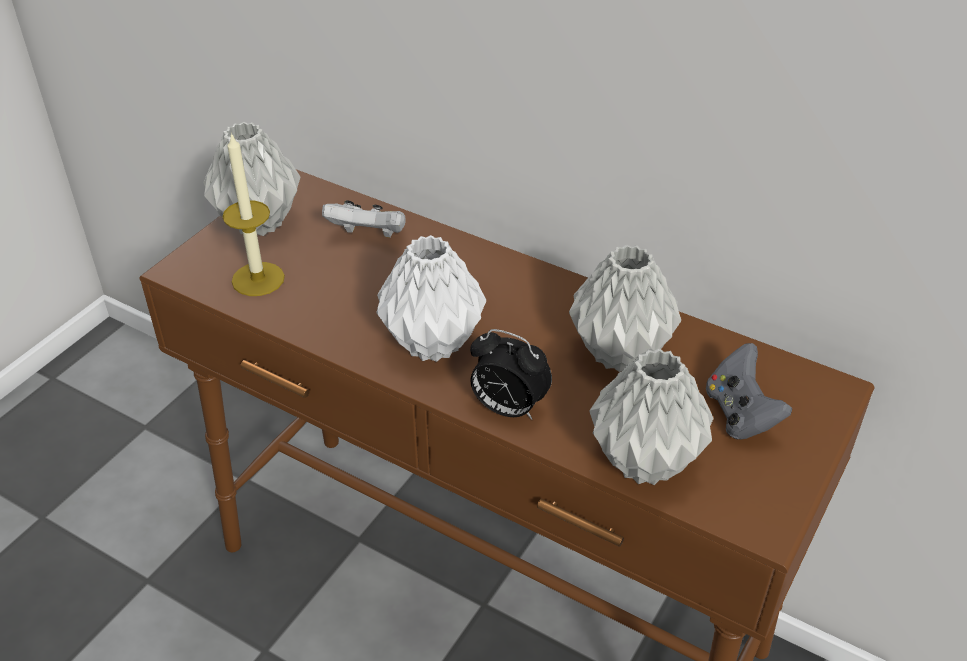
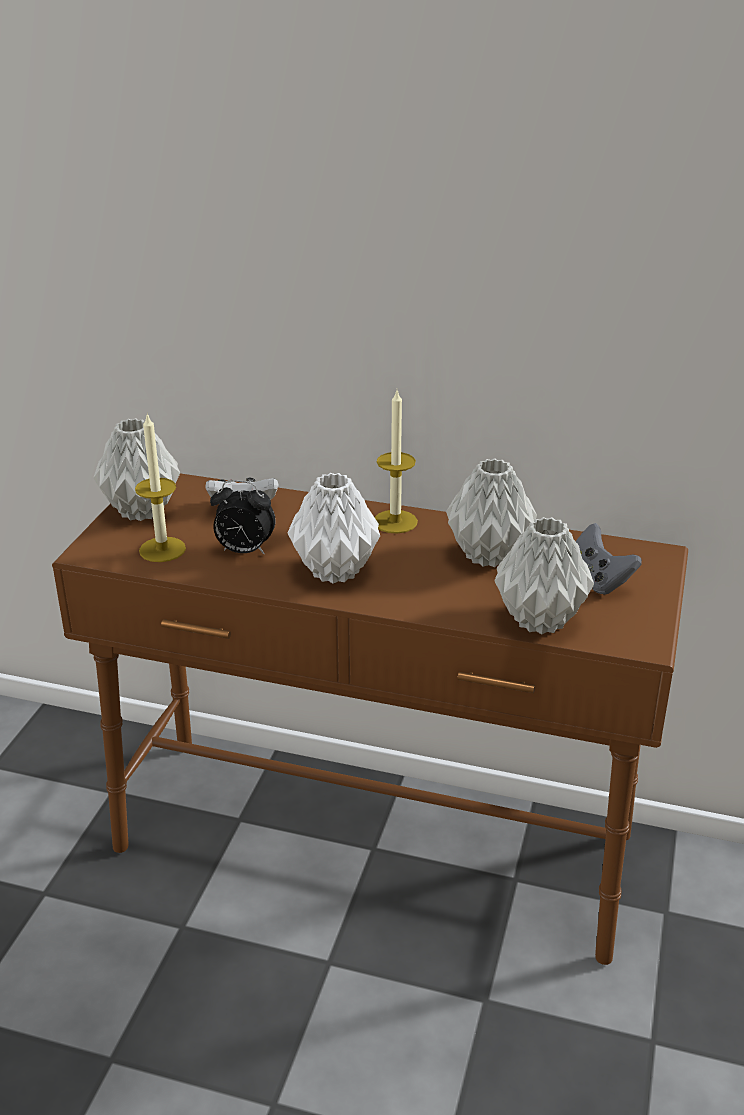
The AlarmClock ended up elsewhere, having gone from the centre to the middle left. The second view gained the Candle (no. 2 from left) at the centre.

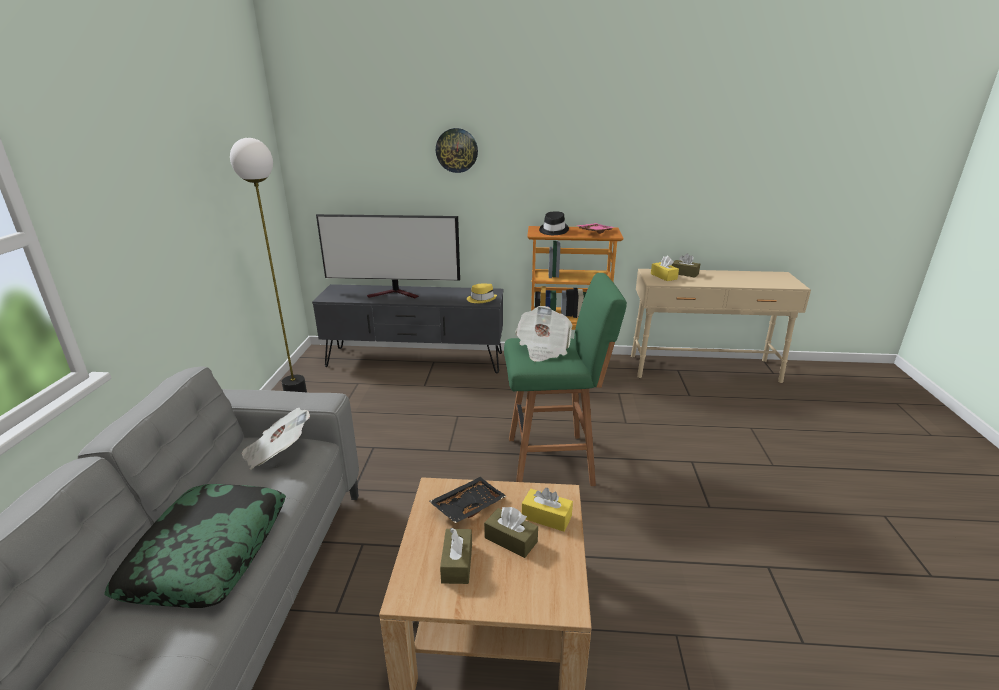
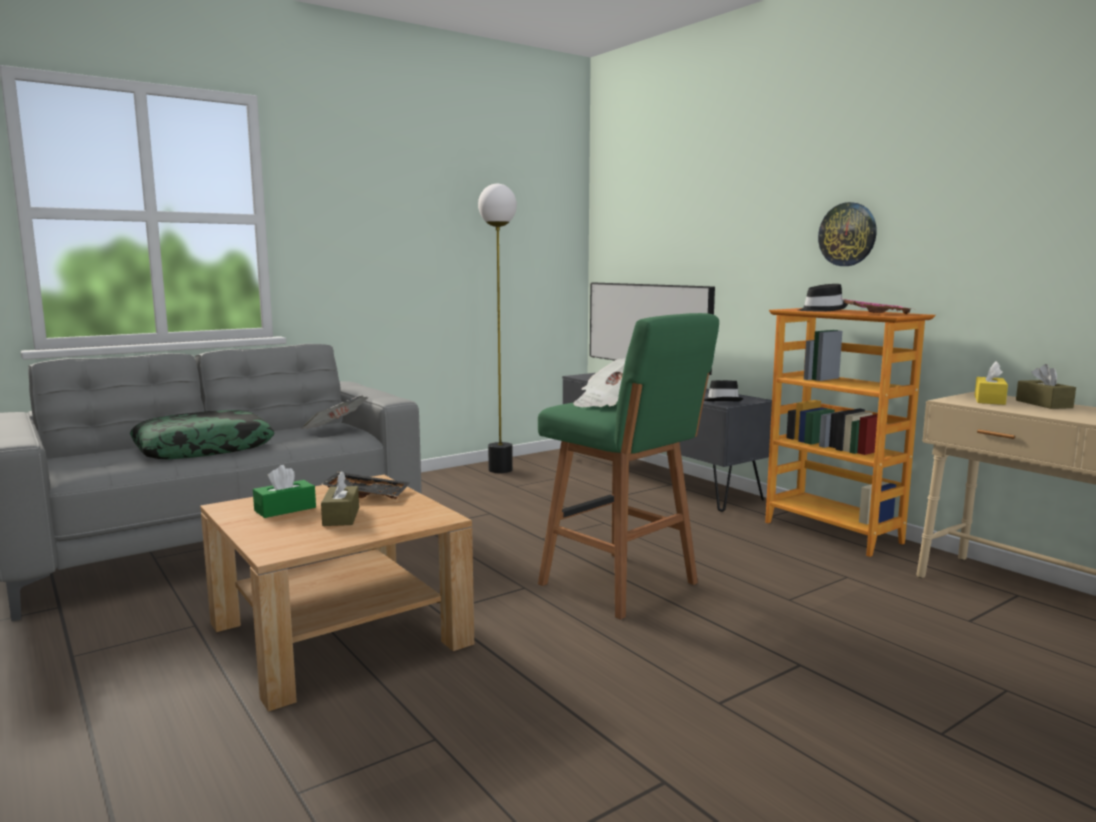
The WallClock ended up elsewhere, having gone from the top centre to the top right. What was the YellowHat at the centre turned into the BlackHat (no. 1 from left) at the centre. The second view lost the YellowTissueBox (no. 1 from left) at the bottom centre. What was the BrownTissueBox (no. 1 from left) at the bottom centre turned into the GreenTissueBox at the middle left.

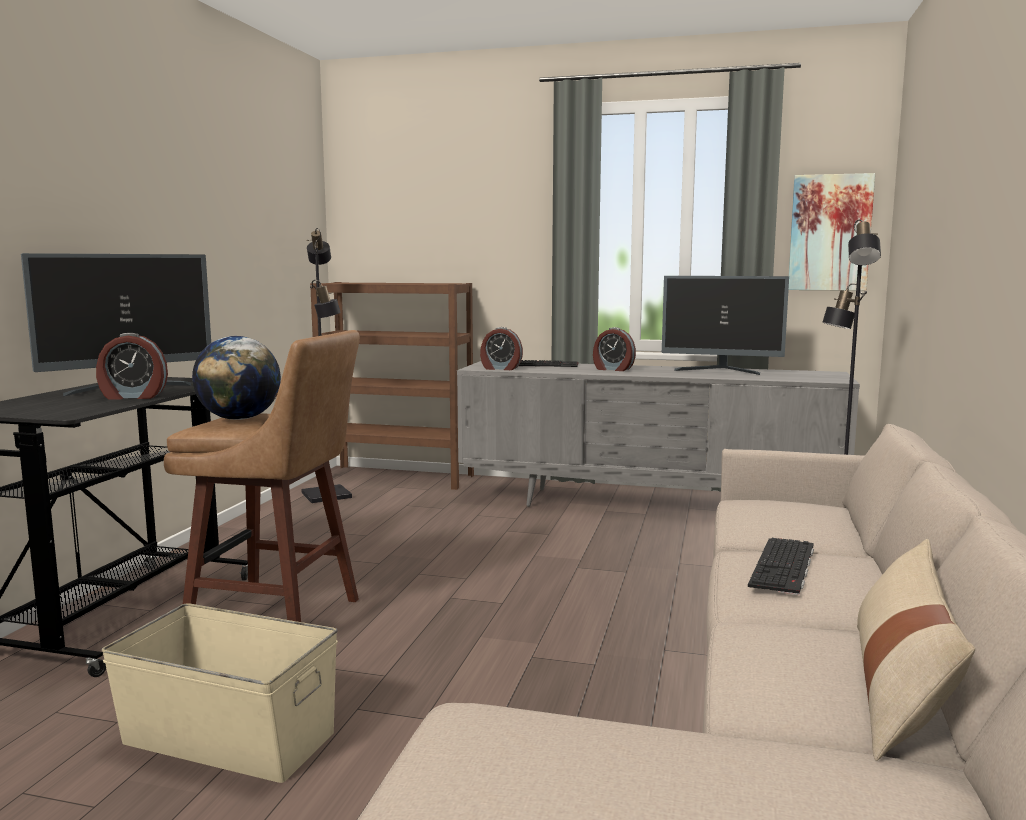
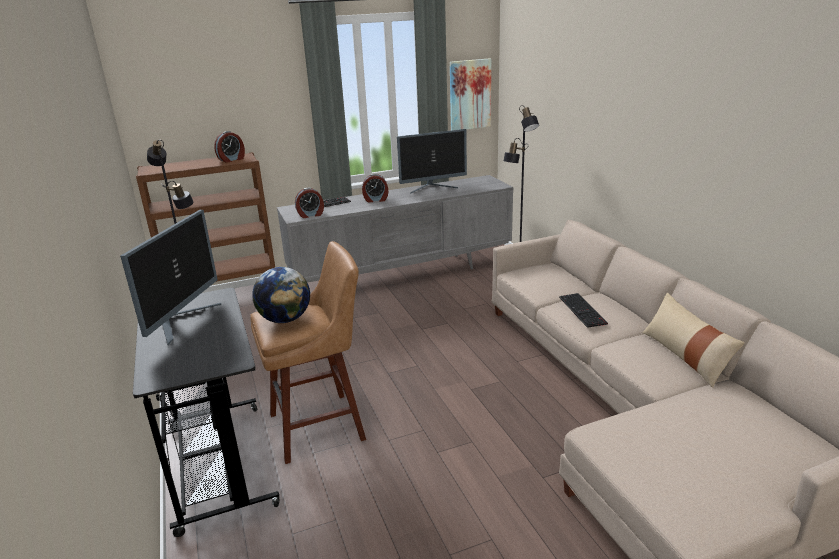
The AlarmClock (no. 1 from left) ended up elsewhere, having gone from the middle left to the top left. The second view lost the BeigeStorageBox at the bottom left.

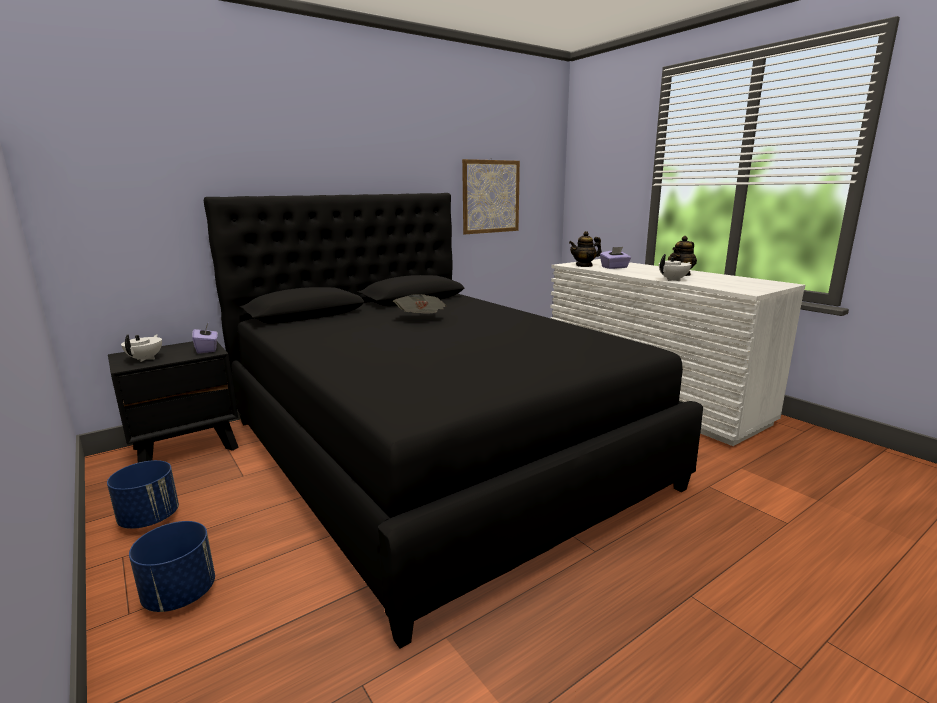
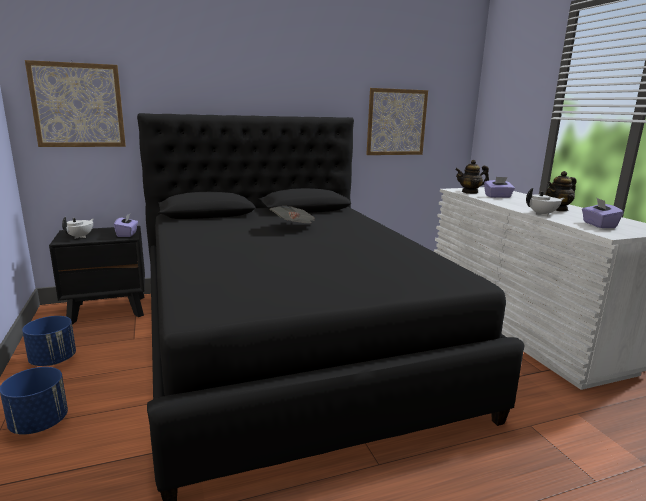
The second view gained the Picture (no. 1 from left) at the top left. The second view gained the PurpleTissueBox (no. 3 from left) at the middle right.

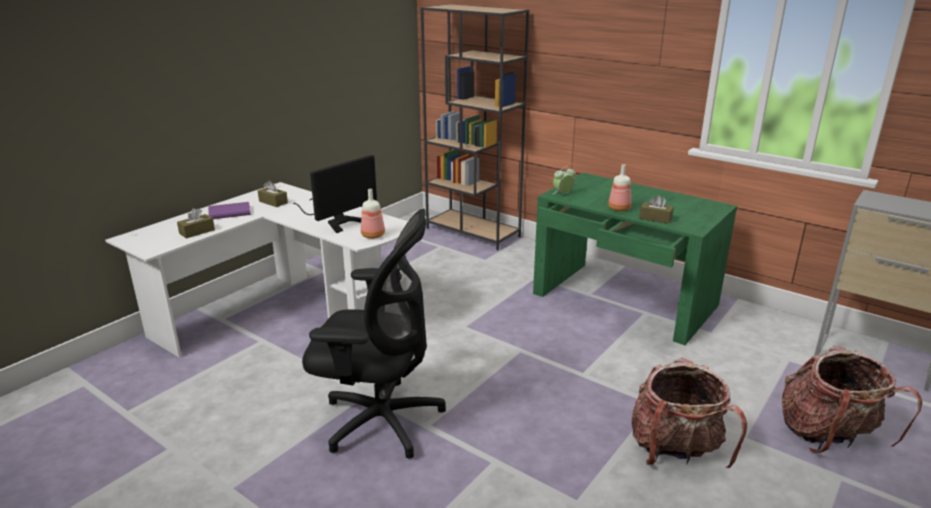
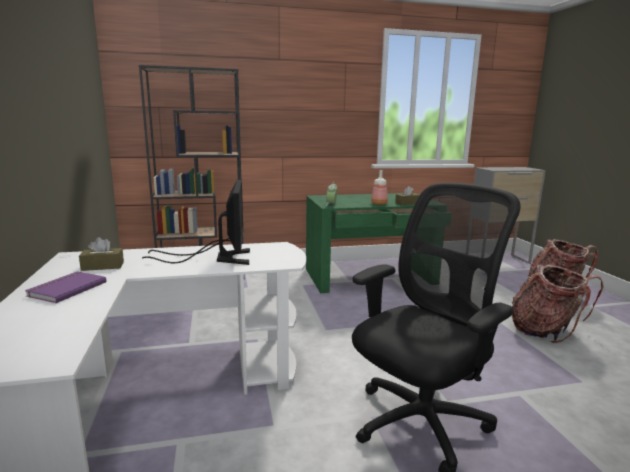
The second view lost the Bottle (no. 1 from left) at the centre. The second view lost the BrownTissueBox (no. 1 from left) at the middle left.

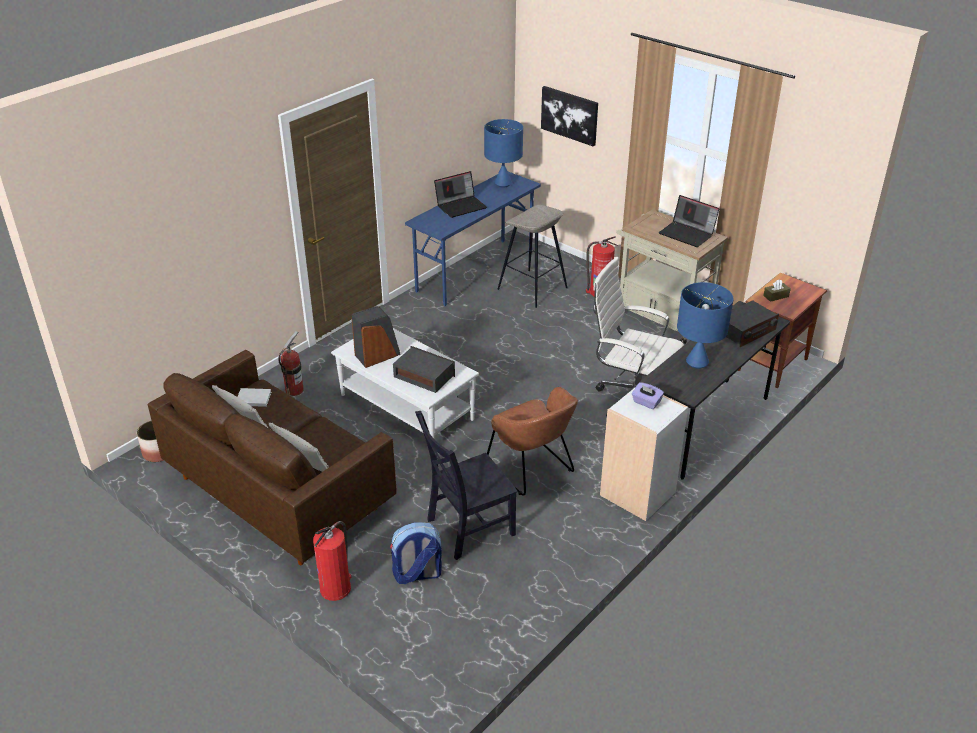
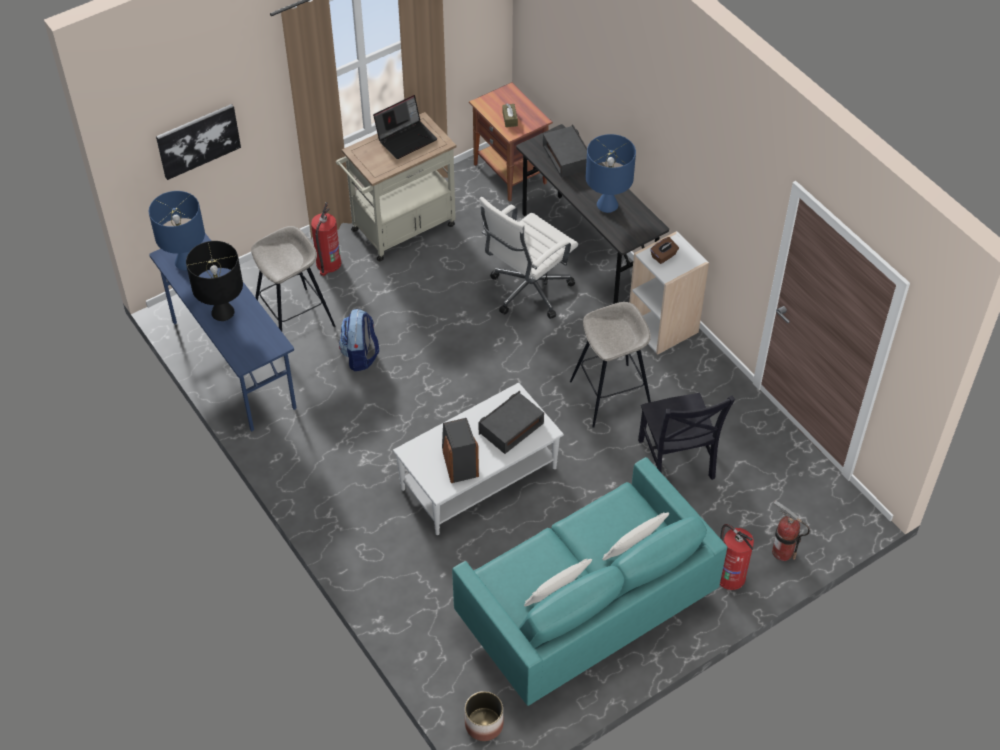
Where the Laptop (no. 1 from left) stood at the top centre, the BlackTableLamp came to stand at the middle left. The FireExtinguisher (no. 1 from left in the first image) ended up elsewhere, having gone from the middle left to the bottom right. What was the BrownSofa at the middle left turned into the TurquoiseSofa at the bottom centre. What was the PurpleTissueBox at the centre turned into the BrownTissueBox (no. 2 from left) at the centre. Where the BrownArmchair stood at the centre, the GreyStool (no. 2 from left) came to stand at the centre. The second view lost the WhiteBook at the middle left. The Backpack ended up elsewhere, having gone from the bottom centre to the centre.

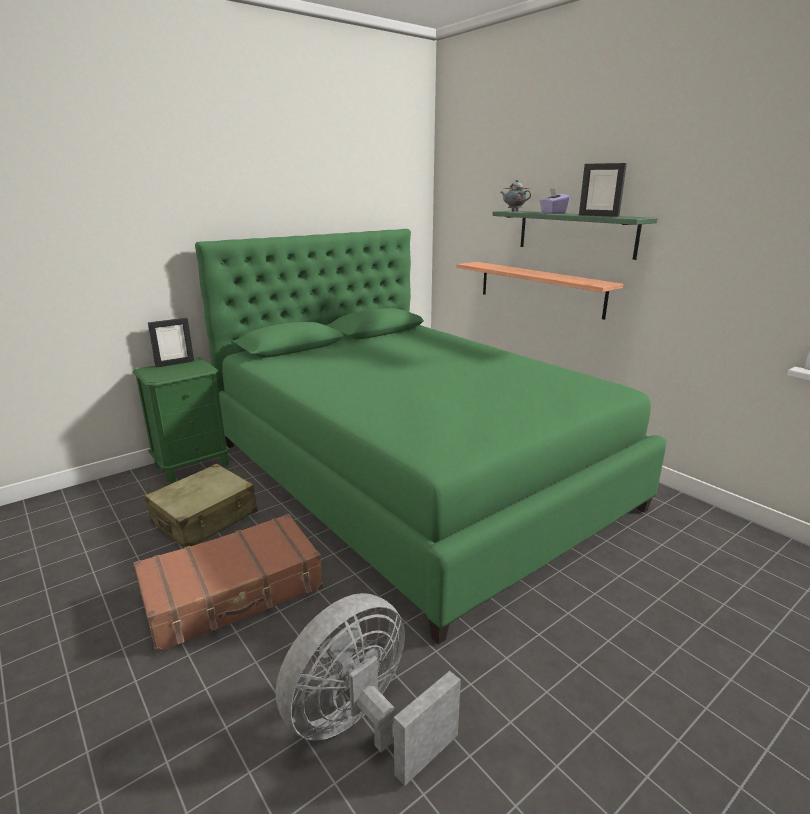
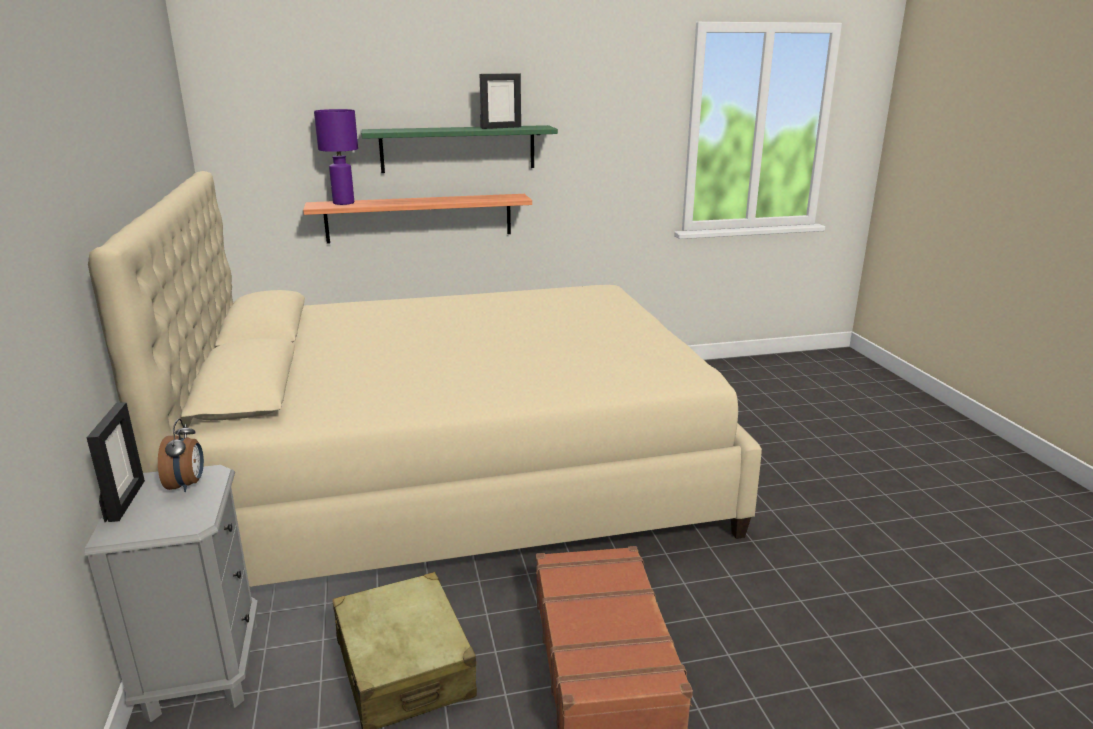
The second view lost the Teapot at the top centre. The second view lost the PurpleTissueBox at the top right. What was the GreenBed at the centre turned into the BeigeBed at the centre. What was the GreenNightstand at the middle left turned into the GreyNightstand at the bottom left. The second view lost the GreyFan at the bottom centre. The second view gained the PurpleTableLamp at the top left. The second view gained the AlarmClock at the middle left.

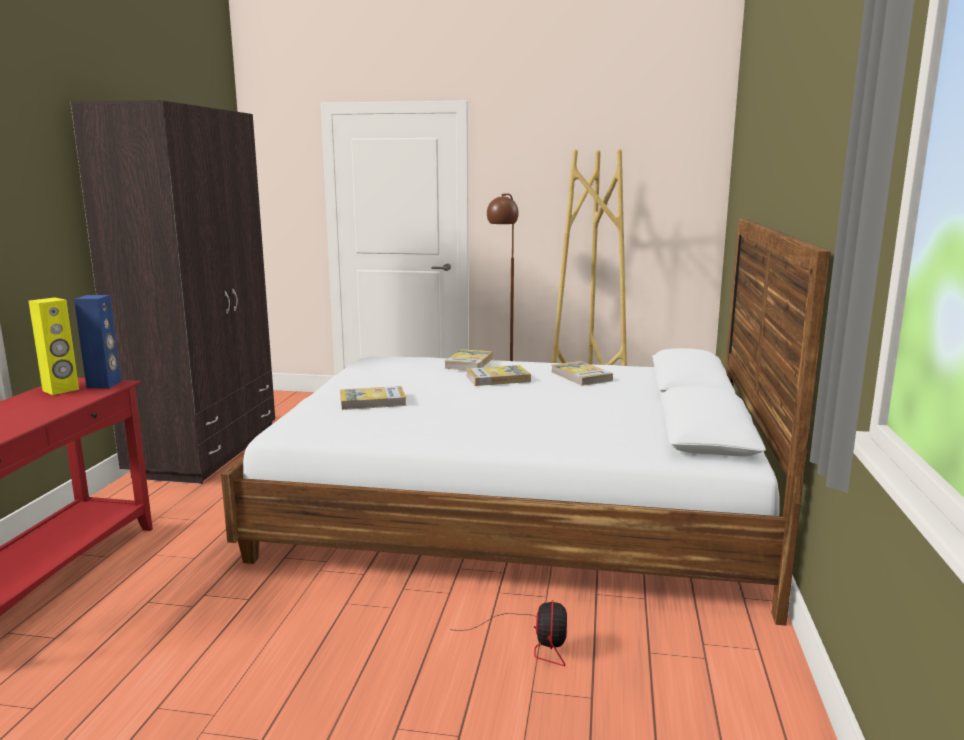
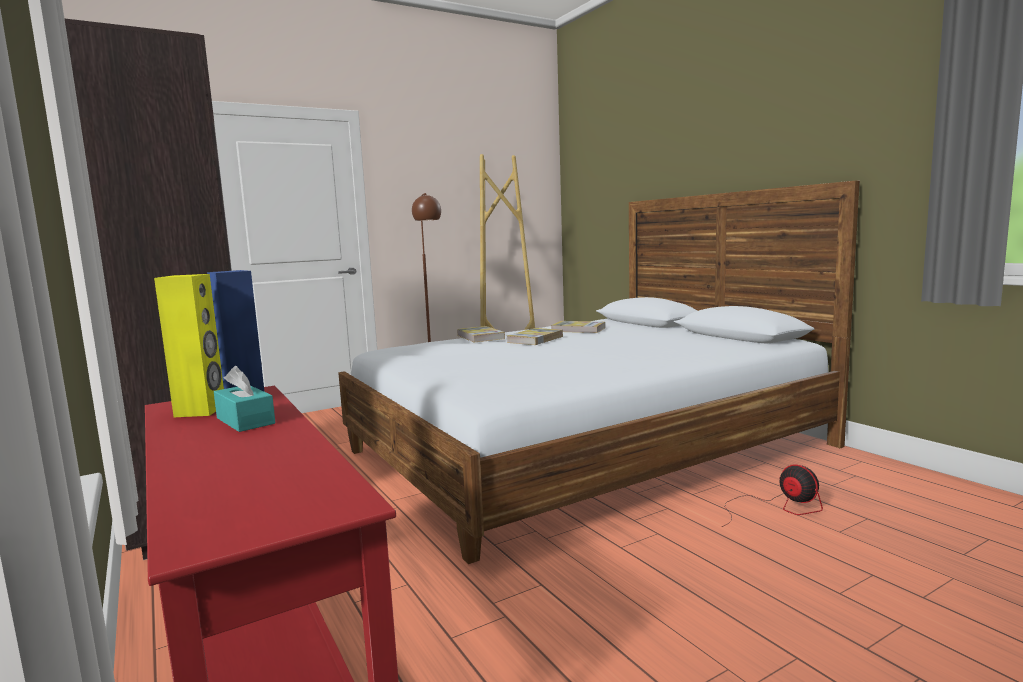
The second view lost the Book (no. 1 from left) at the centre. The second view gained the TurquoiseTissueBox at the middle left.

